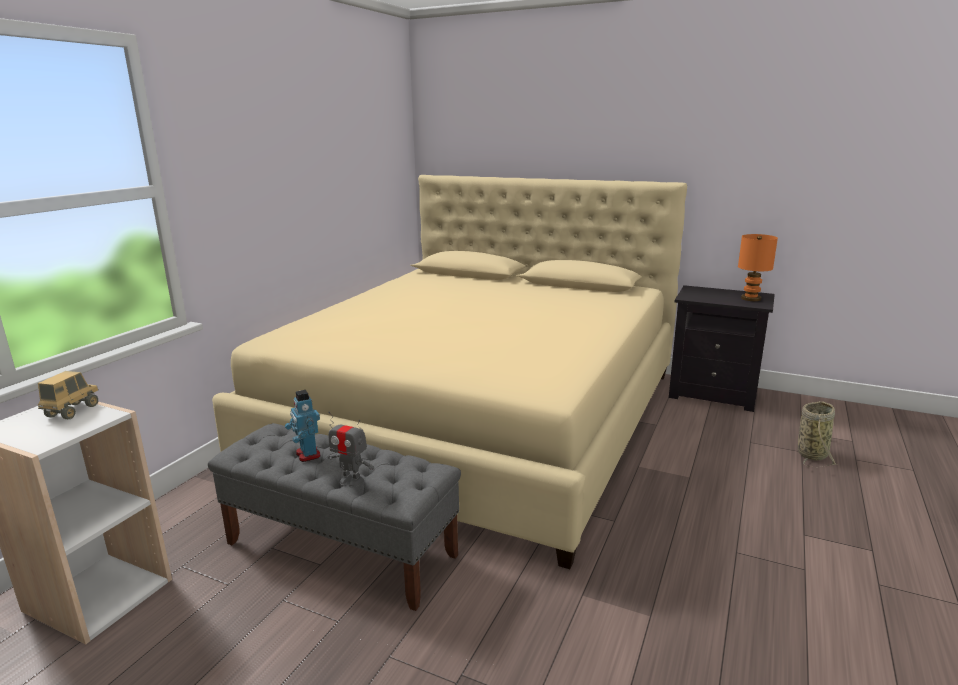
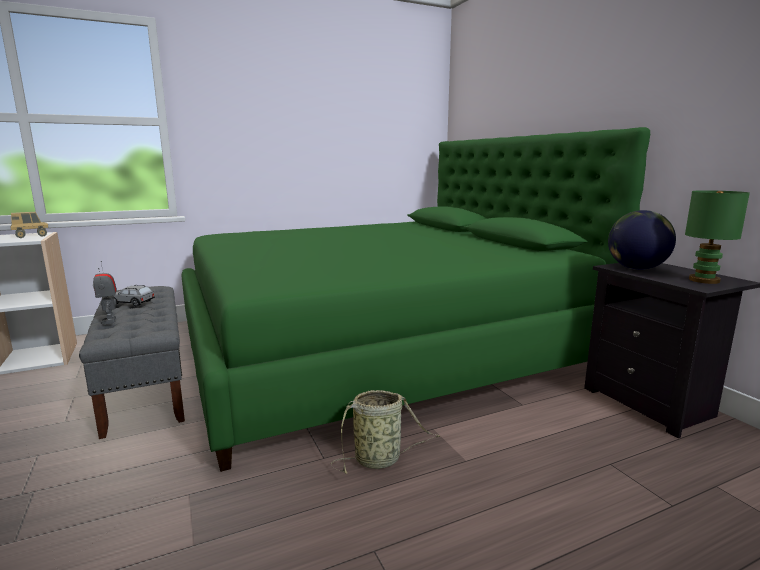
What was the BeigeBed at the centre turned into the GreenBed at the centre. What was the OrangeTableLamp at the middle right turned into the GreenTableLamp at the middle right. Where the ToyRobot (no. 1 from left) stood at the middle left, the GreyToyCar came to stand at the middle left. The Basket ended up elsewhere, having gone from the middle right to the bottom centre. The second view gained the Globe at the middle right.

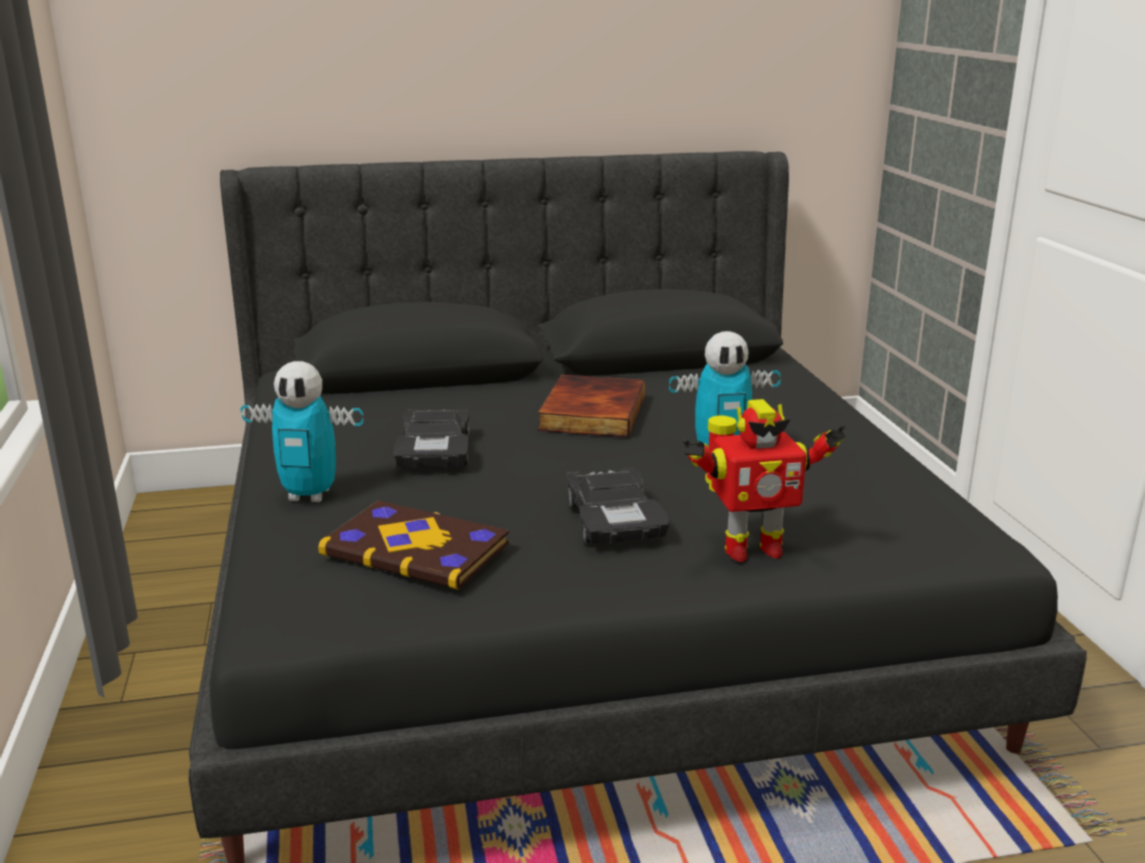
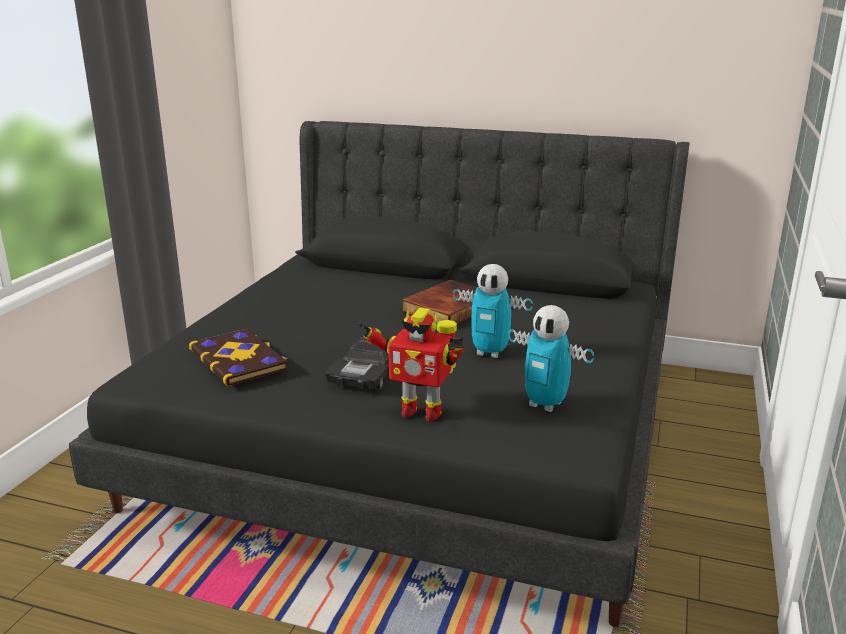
The ToyRobot (no. 1 from left in the first image) ended up elsewhere, having gone from the middle left to the centre. The second view lost the BlackToyCar (no. 1 from left) at the centre.

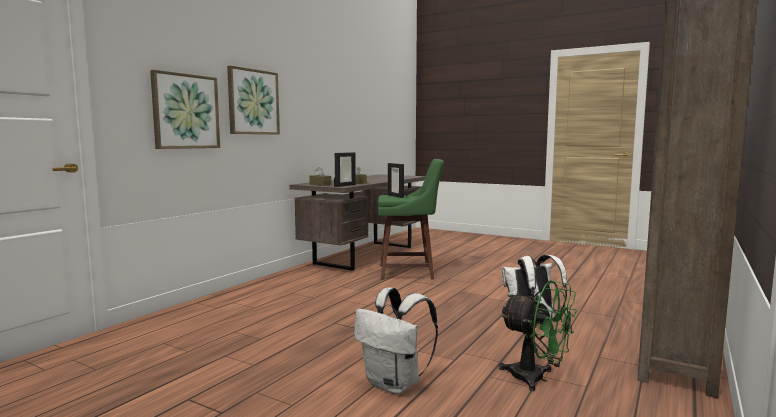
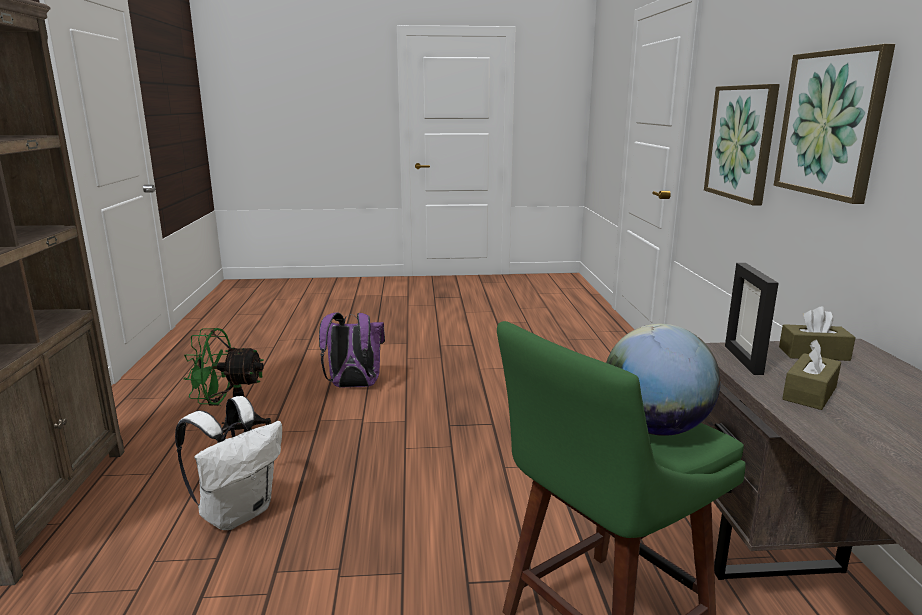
Where the PictureFrame (no. 2 from left) stood at the centre, the Globe came to stand at the middle right. What was the WhiteBackpack (no. 1 from left) at the bottom centre turned into the PurpleBackpack at the centre.

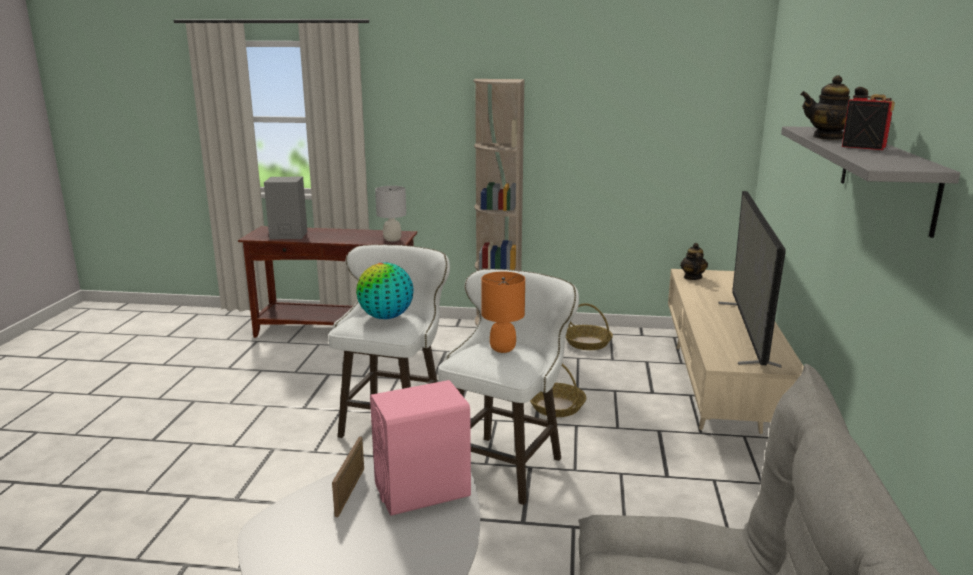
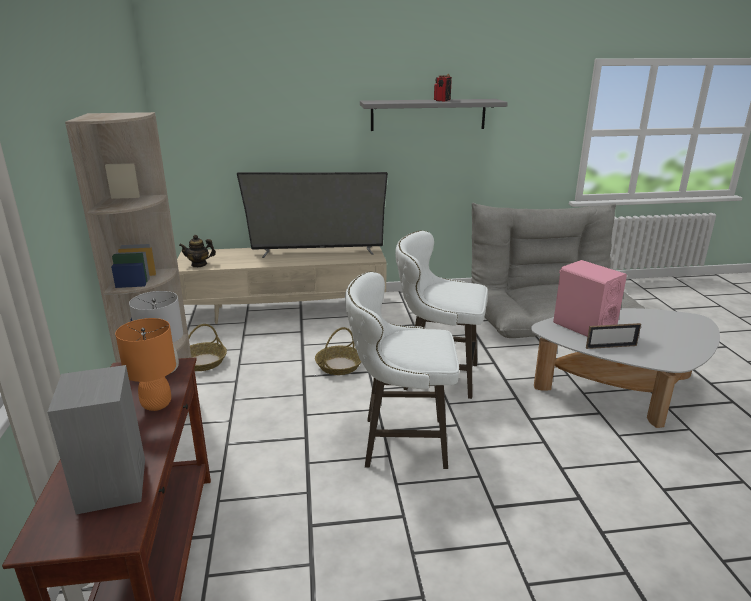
The second view lost the Teapot (no. 2 from left) at the top right. The second view lost the Globe at the centre. The OrangeTableLamp ended up elsewhere, having gone from the centre to the middle left.

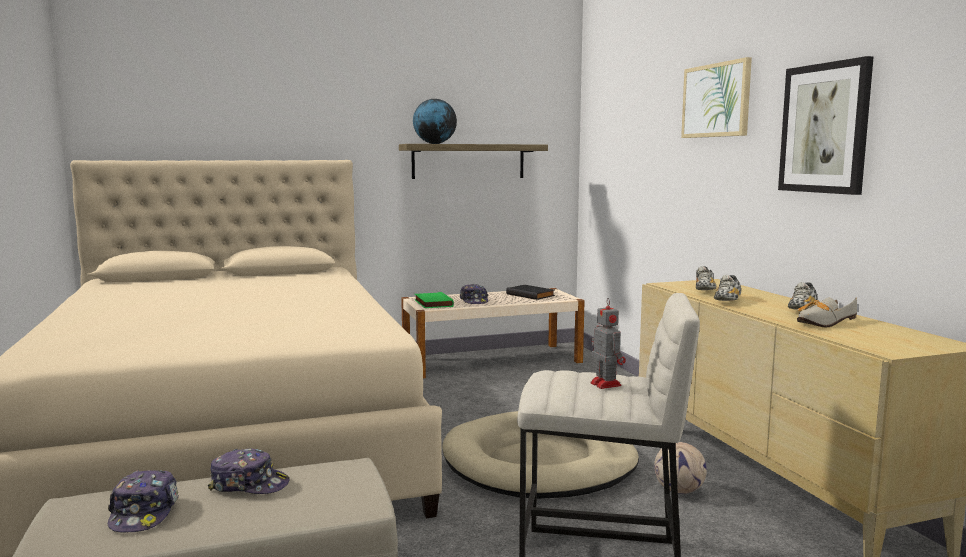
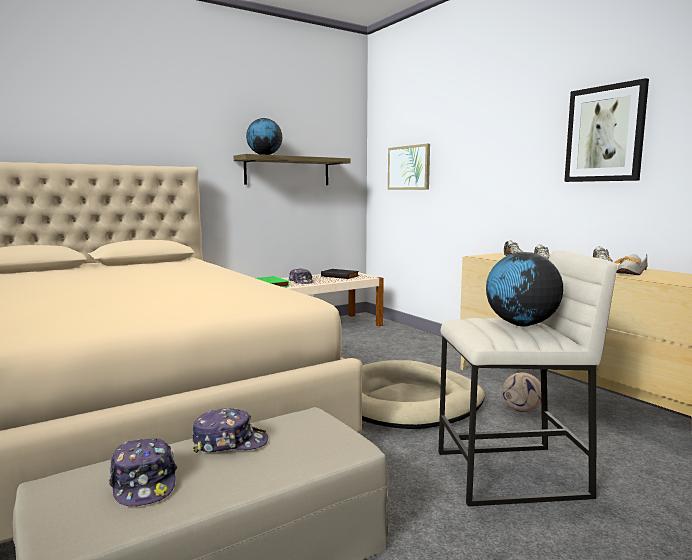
The Picture (no. 1 from left) ended up elsewhere, having gone from the top right to the top centre. Where the ToyRobot stood at the centre, the Globe (no. 2 from left) came to stand at the middle right.

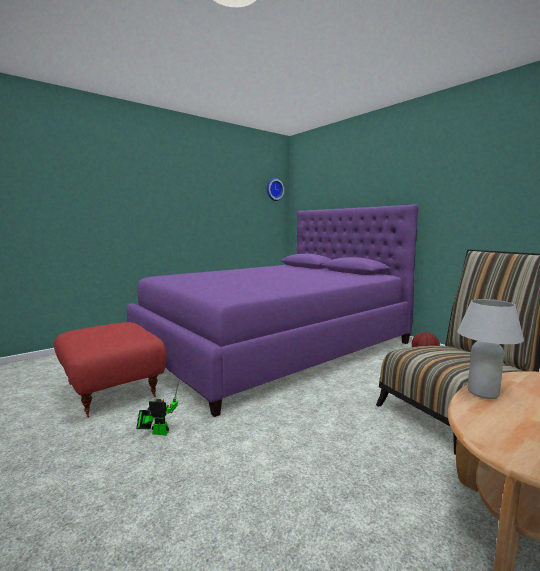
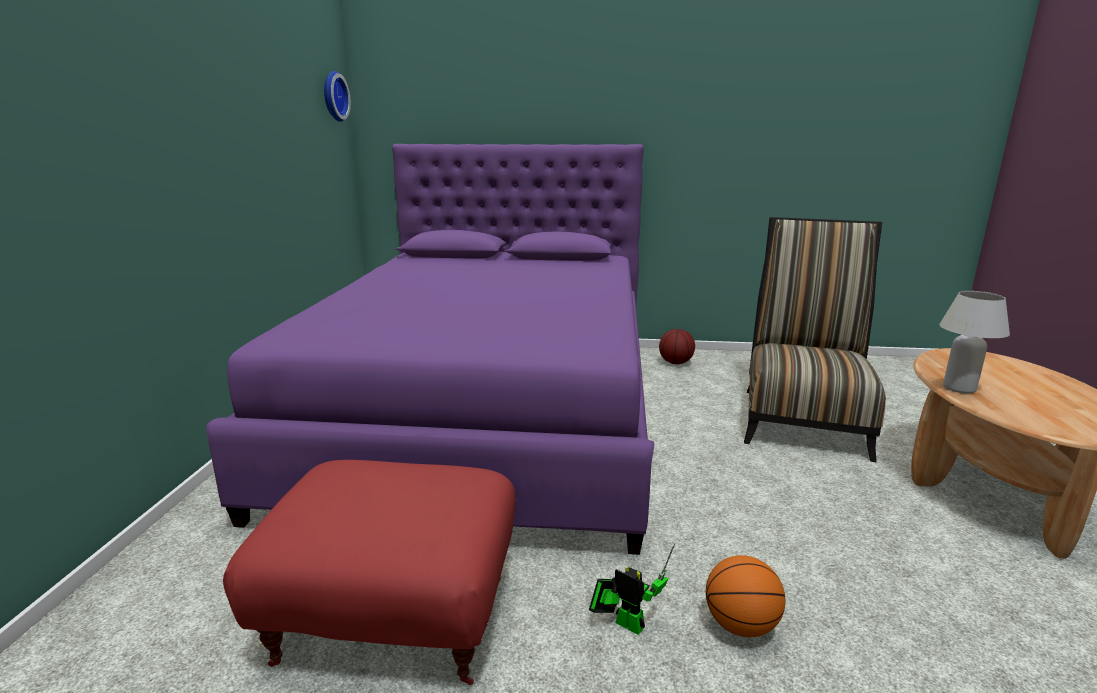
The ToyRobot at the bottom left ended up facing another way, 75 degrees clockwise from before. The second view gained the Basketball (no. 2 from left) at the bottom right.

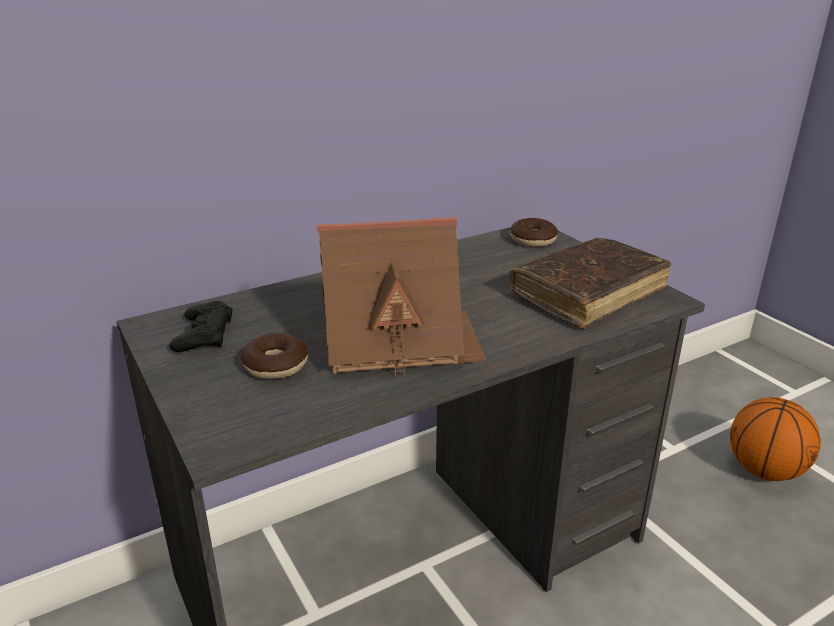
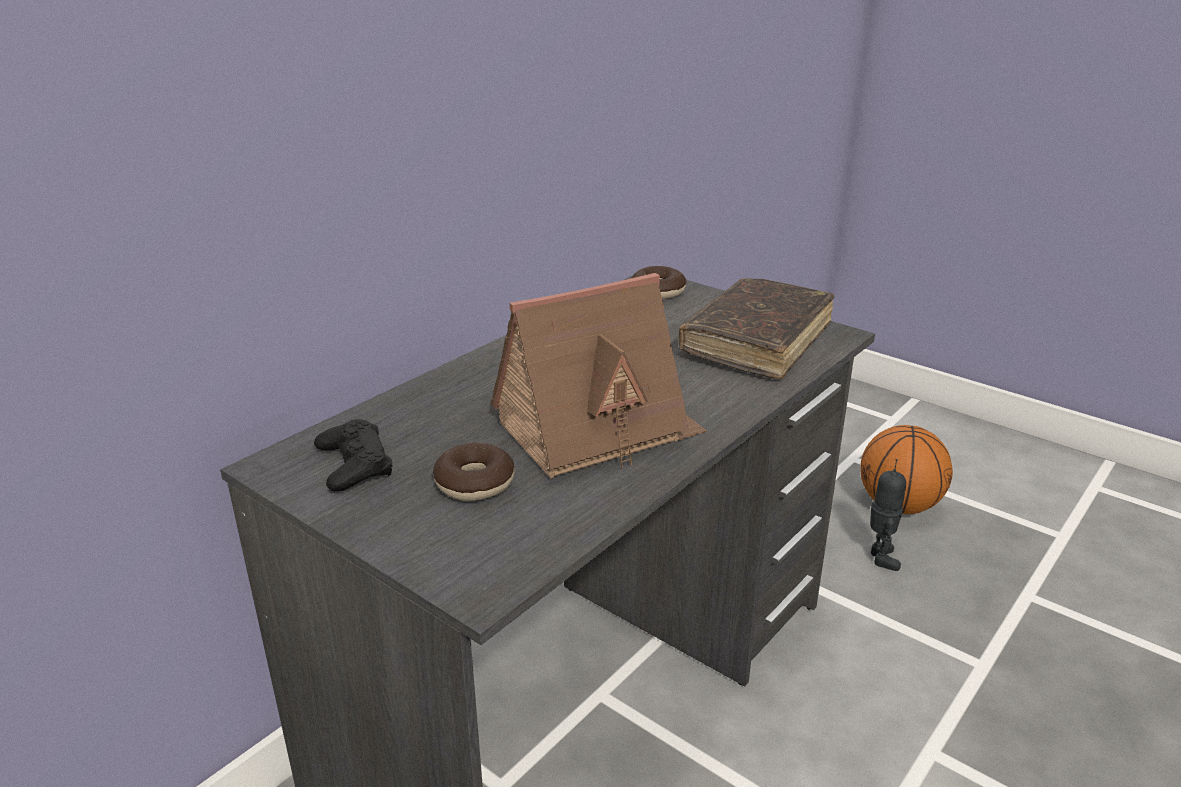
The second view gained the ToyRobot at the middle right.

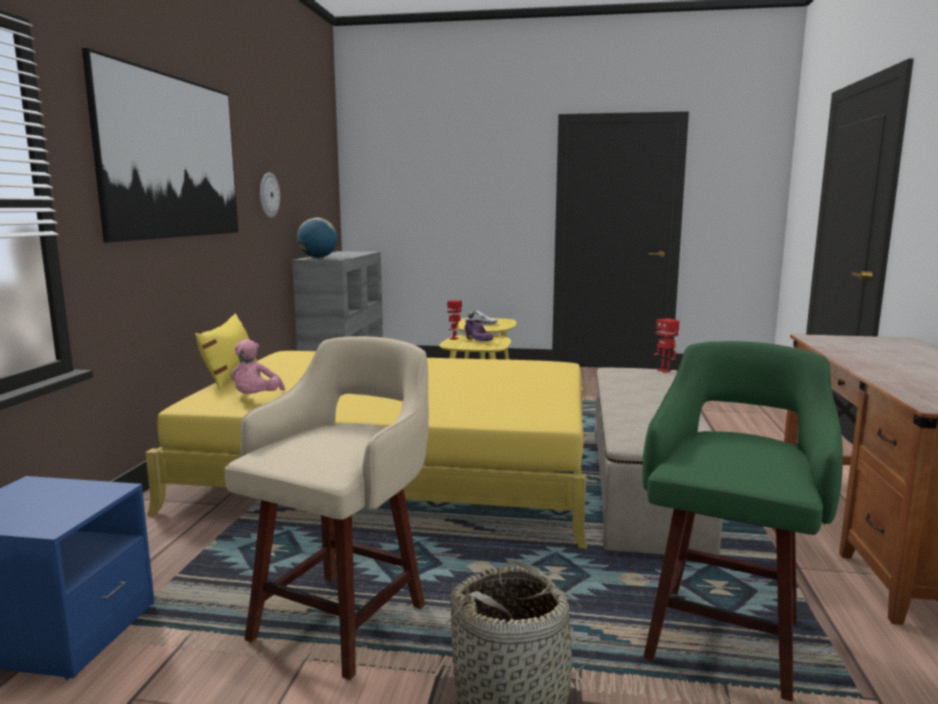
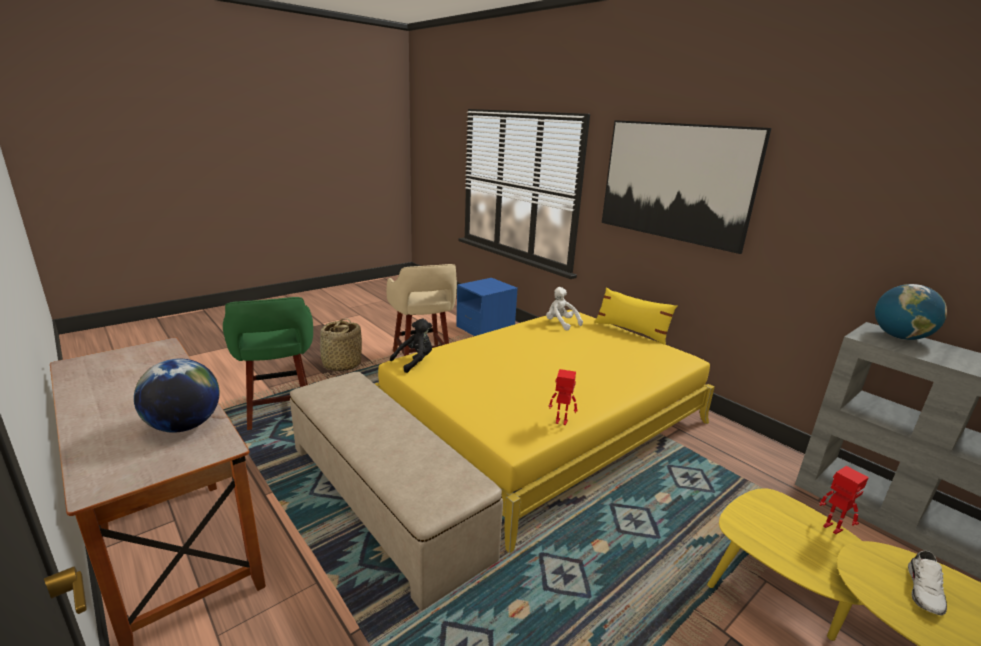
The second view lost the WallClock at the top left. The ToyRobot (no. 2 from left in the first image) ended up elsewhere, having gone from the middle right to the centre. The second view lost the PurpleShoe at the centre. What was the PinkPlushToy at the middle left turned into the WhitePlushToy at the centre. The second view gained the BlackPlushToy at the centre. The second view gained the Globe (no. 1 from left) at the middle left.

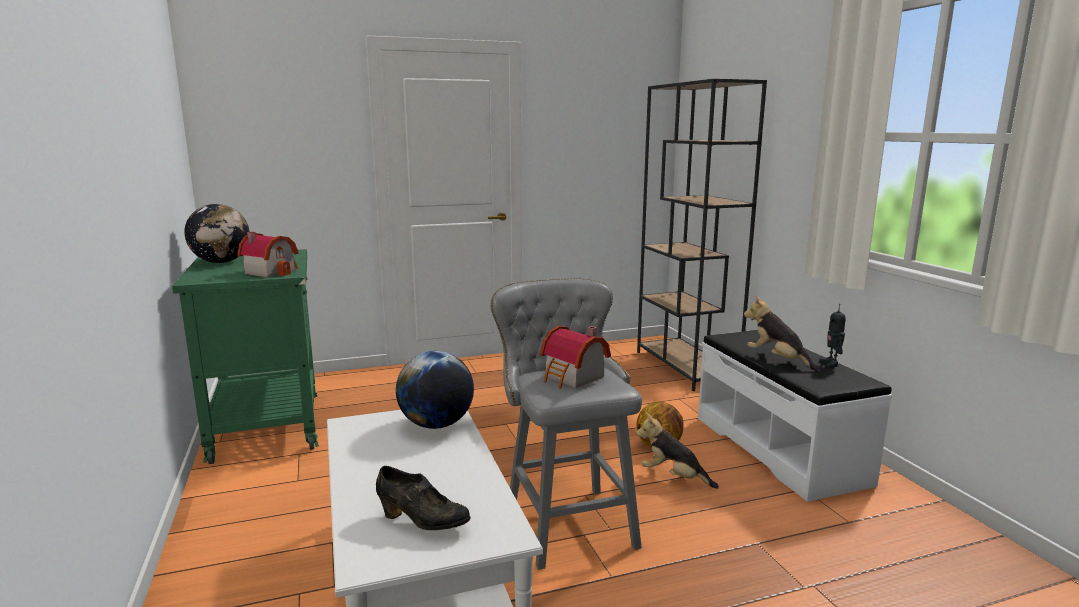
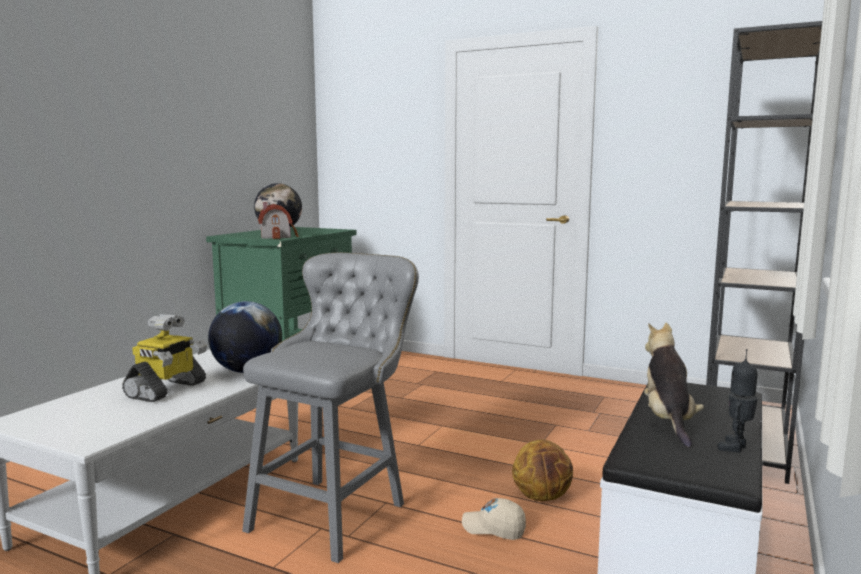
The second view lost the ToyHouse (no. 2 from left) at the centre. Where the PlushToy (no. 1 from left) stood at the bottom centre, the BeigeCap came to stand at the bottom centre. The second view lost the BlackShoe at the bottom centre. The second view gained the ToyRobot (no. 1 from left) at the middle left.

